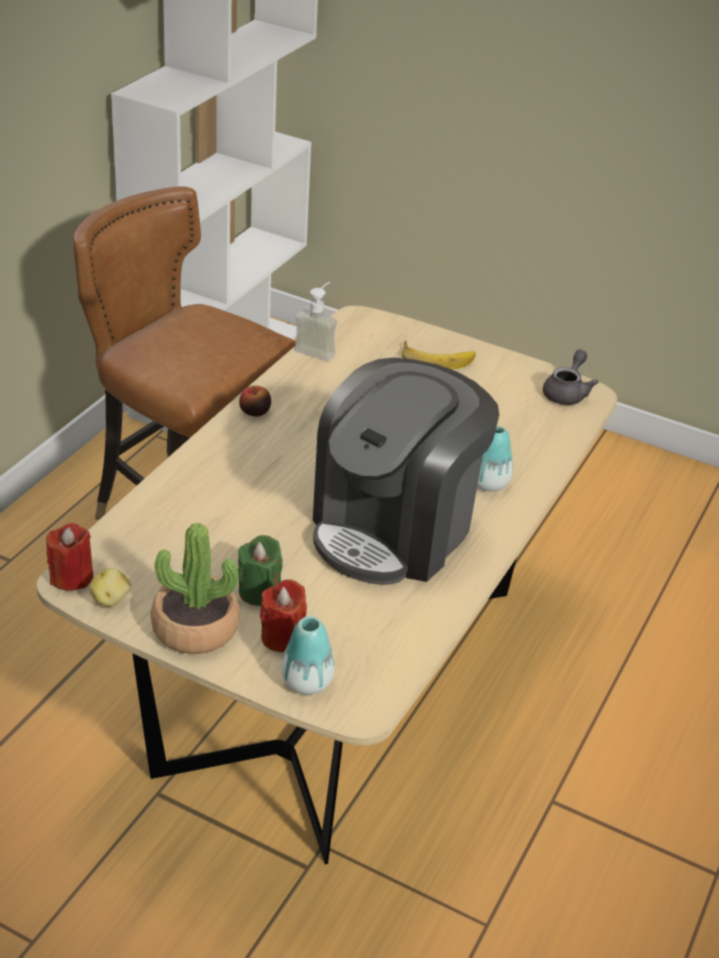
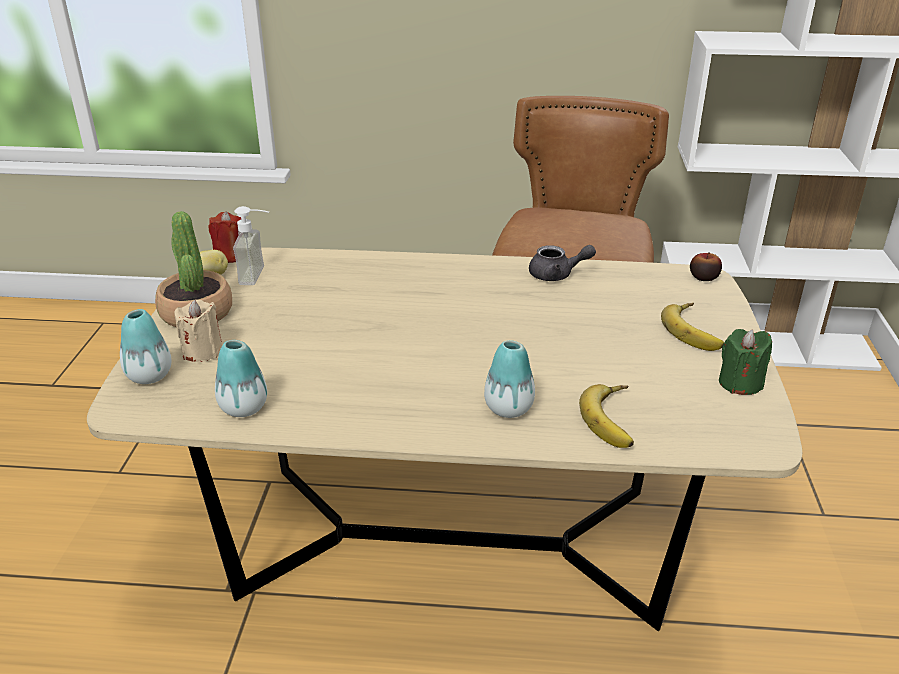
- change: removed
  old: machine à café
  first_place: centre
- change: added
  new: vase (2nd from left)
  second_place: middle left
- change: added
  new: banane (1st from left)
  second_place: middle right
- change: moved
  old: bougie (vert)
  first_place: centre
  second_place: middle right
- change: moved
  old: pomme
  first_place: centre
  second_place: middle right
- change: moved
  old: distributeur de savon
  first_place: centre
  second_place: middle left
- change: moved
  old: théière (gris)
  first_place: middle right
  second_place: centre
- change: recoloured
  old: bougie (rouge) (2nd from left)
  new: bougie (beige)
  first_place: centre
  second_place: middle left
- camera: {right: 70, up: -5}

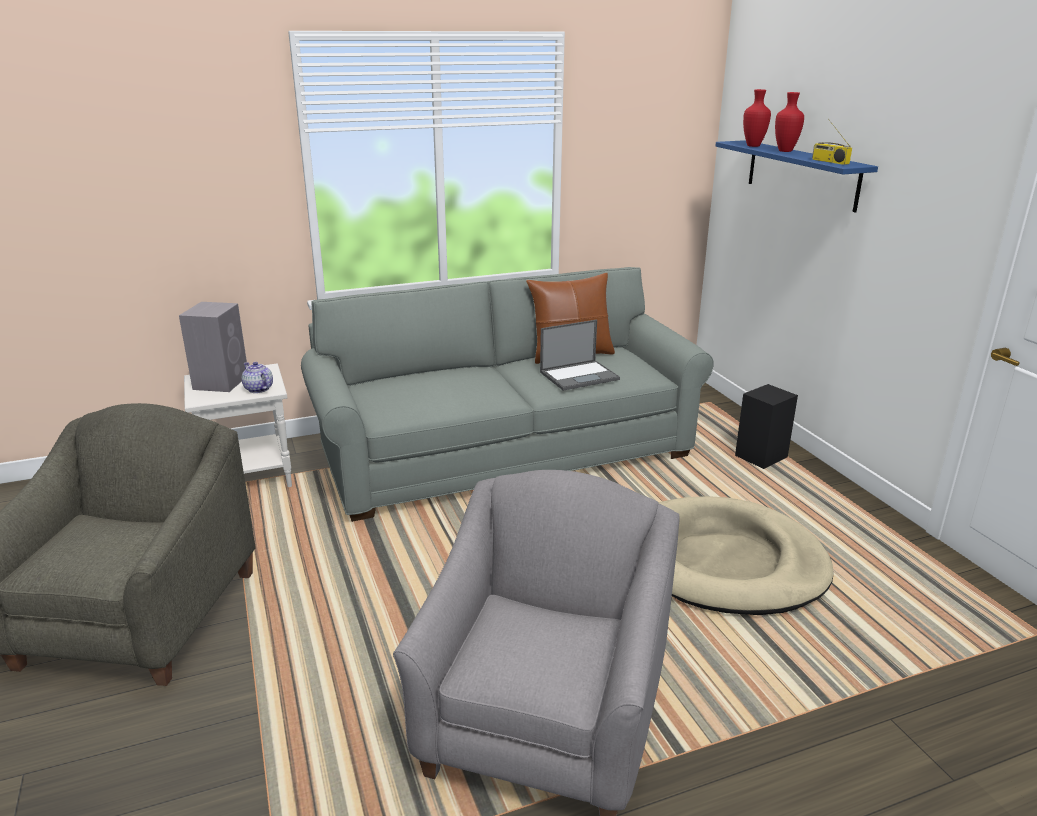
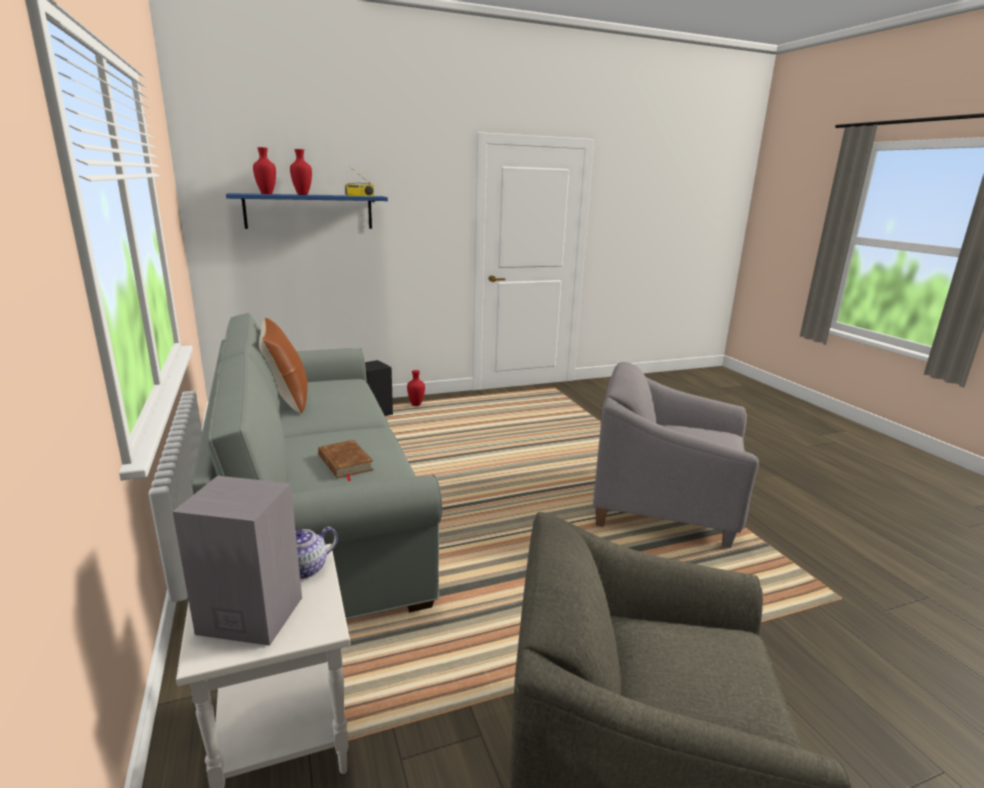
- change: removed
  old: ordinateur portable
  first_place: centre
- change: removed
  old: panier pour chien (beige)
  first_place: bottom right
- change: added
  new: livre (marron)
  second_place: centre
- change: added
  new: vase (rouge) (3rd from left)
  second_place: centre
- camera: {right: -90, up: -5}

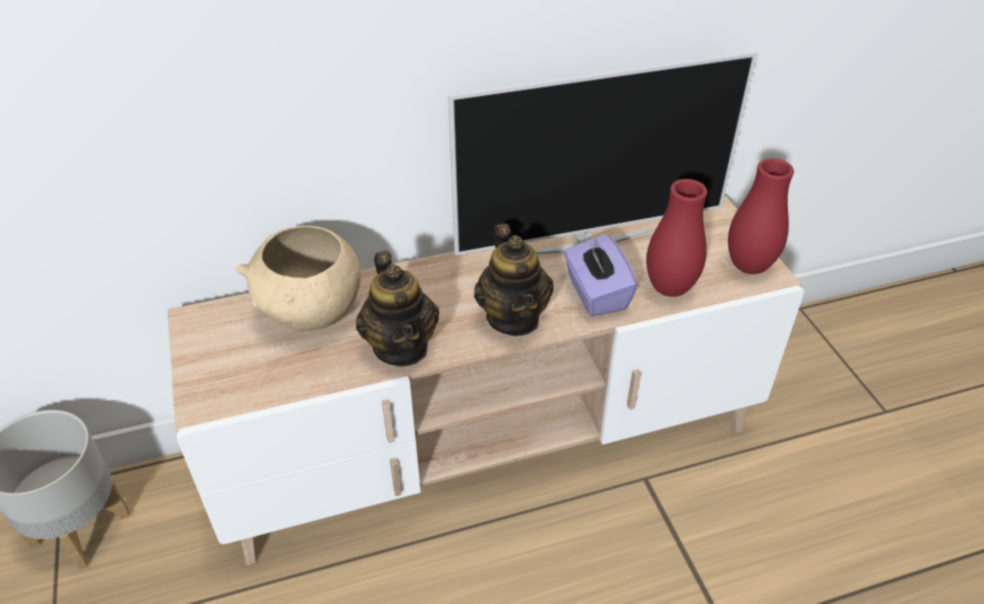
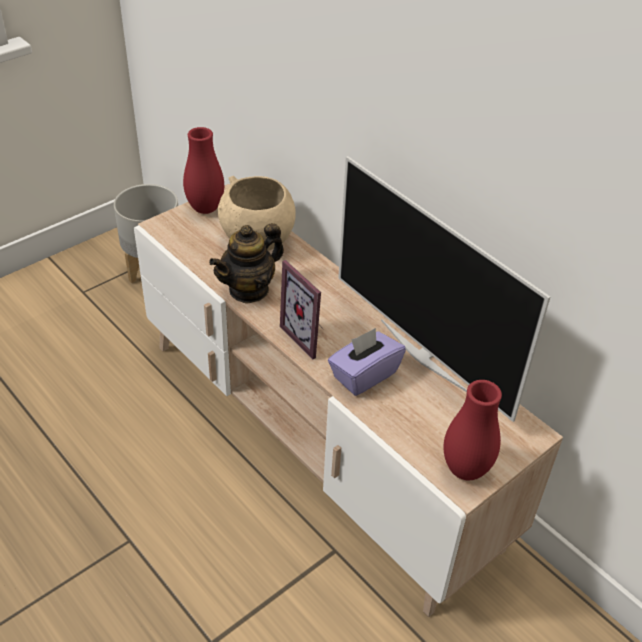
- change: moved
  old: vase (rouge) (1st from left)
  first_place: middle right
  second_place: top left
- change: replaced
  old: théière (2nd from left)
  new: cadre photo
  first_place: centre
  second_place: centre
- camera: {right: 65, up: 0}

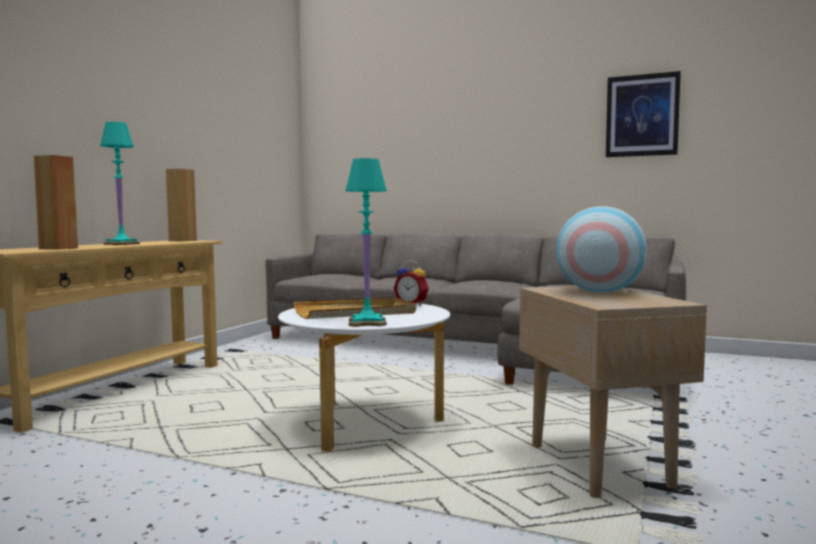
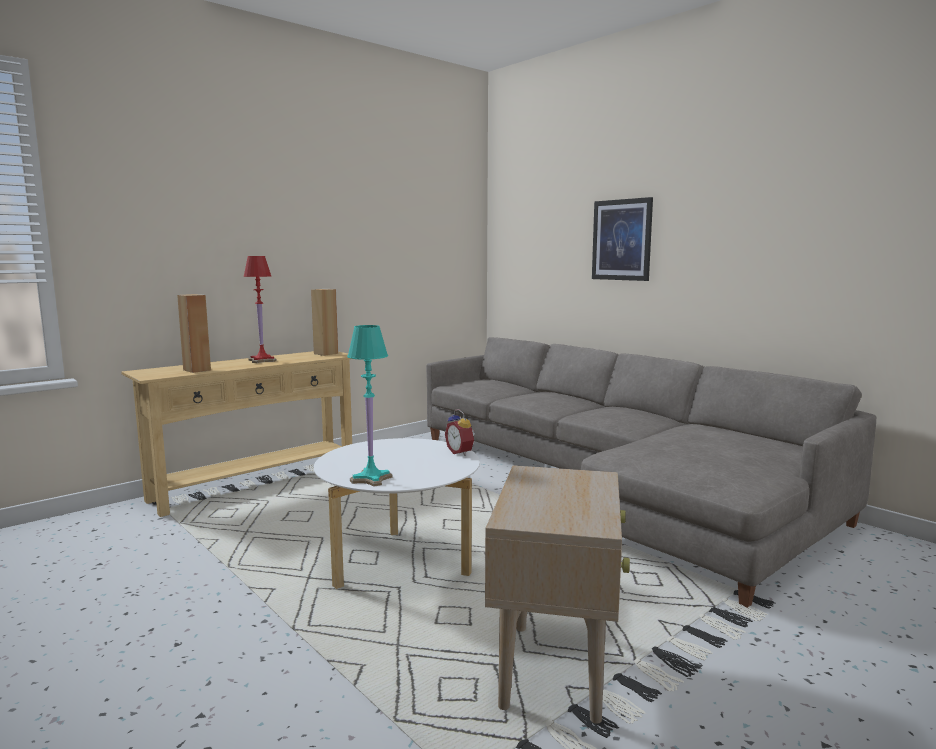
- change: removed
  old: plateau (beige)
  first_place: centre
- change: removed
  old: vase
  first_place: middle right
- change: moved
  old: tableau
  first_place: top right
  second_place: top centre
- change: recoloured
  old: lampe de table (turquoise) (1st from left)
  new: lampe de table (rouge)
  first_place: middle left
  second_place: middle left
- camera: {right: 25, up: 5}

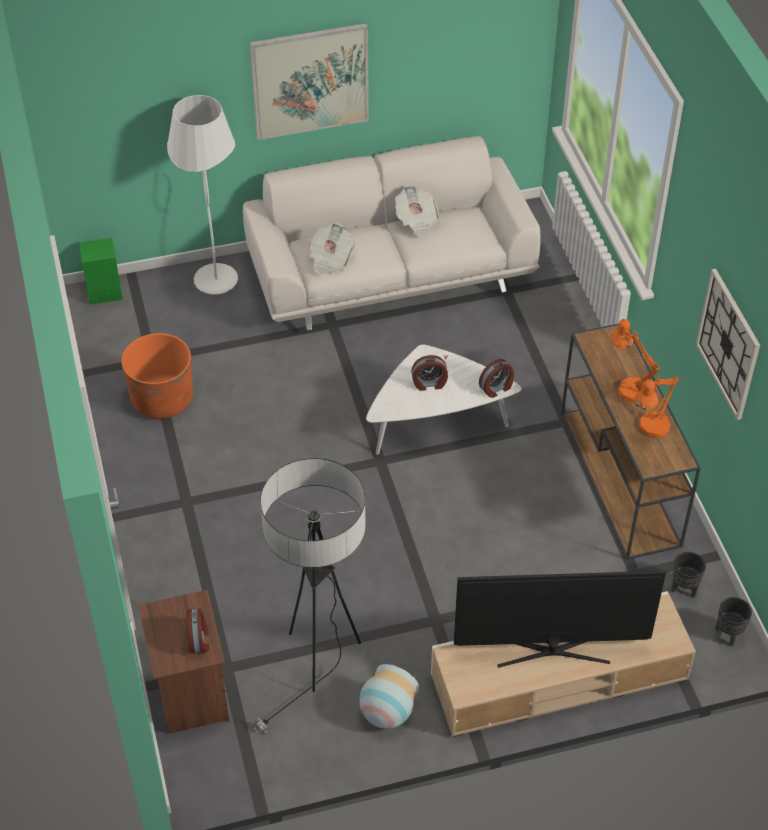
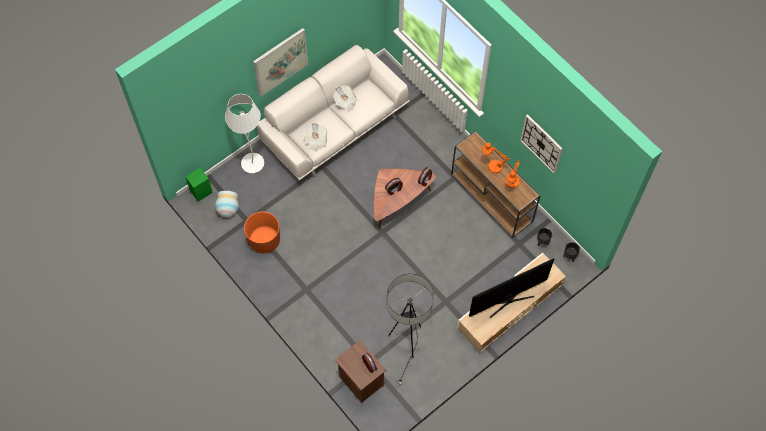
- change: moved
  old: vase
  first_place: bottom centre
  second_place: middle left
- change: recoloured
  old: table basse (blanc)
  new: table basse (marron)
  first_place: centre
  second_place: centre
- camera: {right: -25, up: 15}

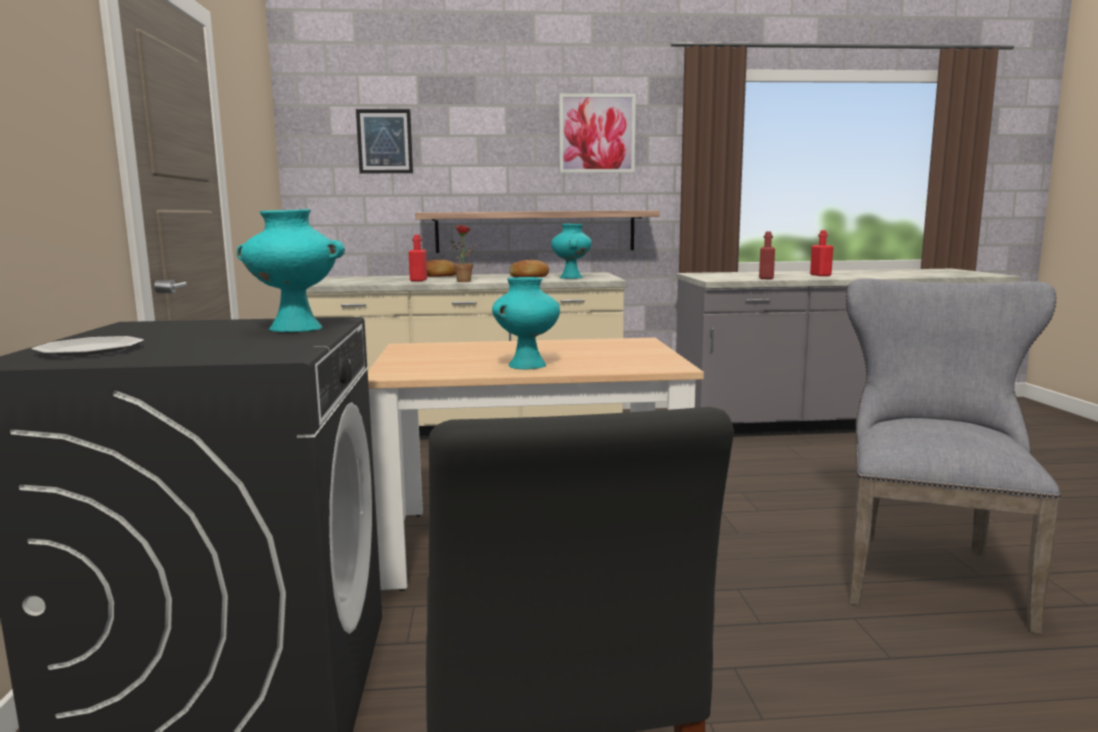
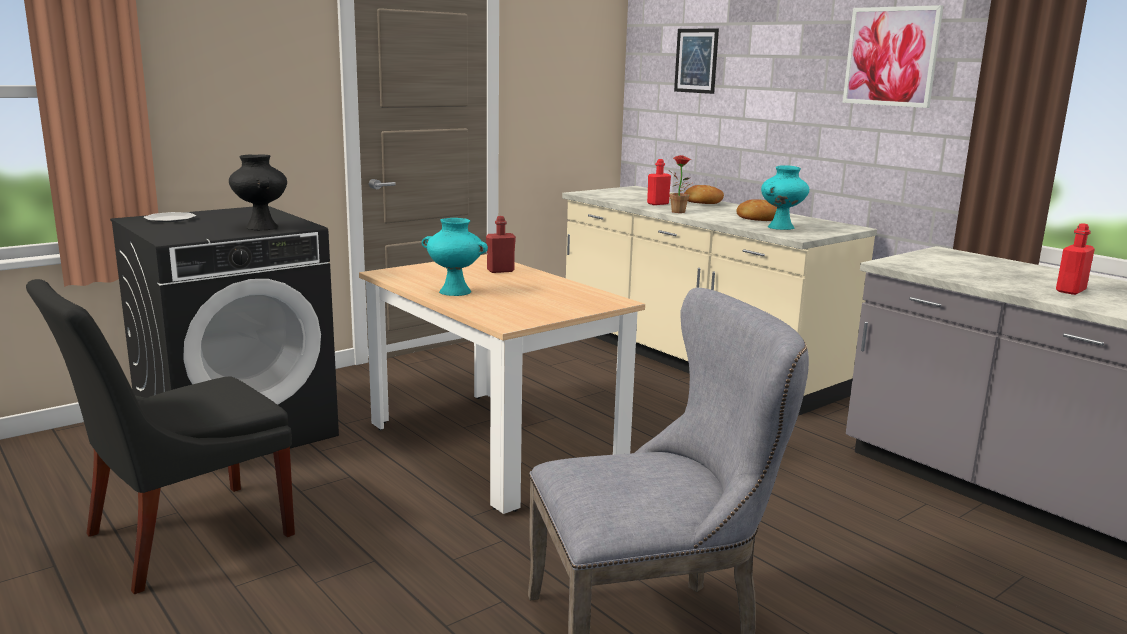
- change: removed
  old: étagère
  first_place: top centre
- change: moved
  old: bouteille (rouge) (2nd from left in the first image)
  new: bouteille (rouge) (1st from left)
  first_place: middle right
  second_place: centre
- change: recoloured
  old: vase (turquoise) (1st from left)
  new: vase (noir)
  first_place: middle left
  second_place: top left
- camera: {right: 55, up: 5}

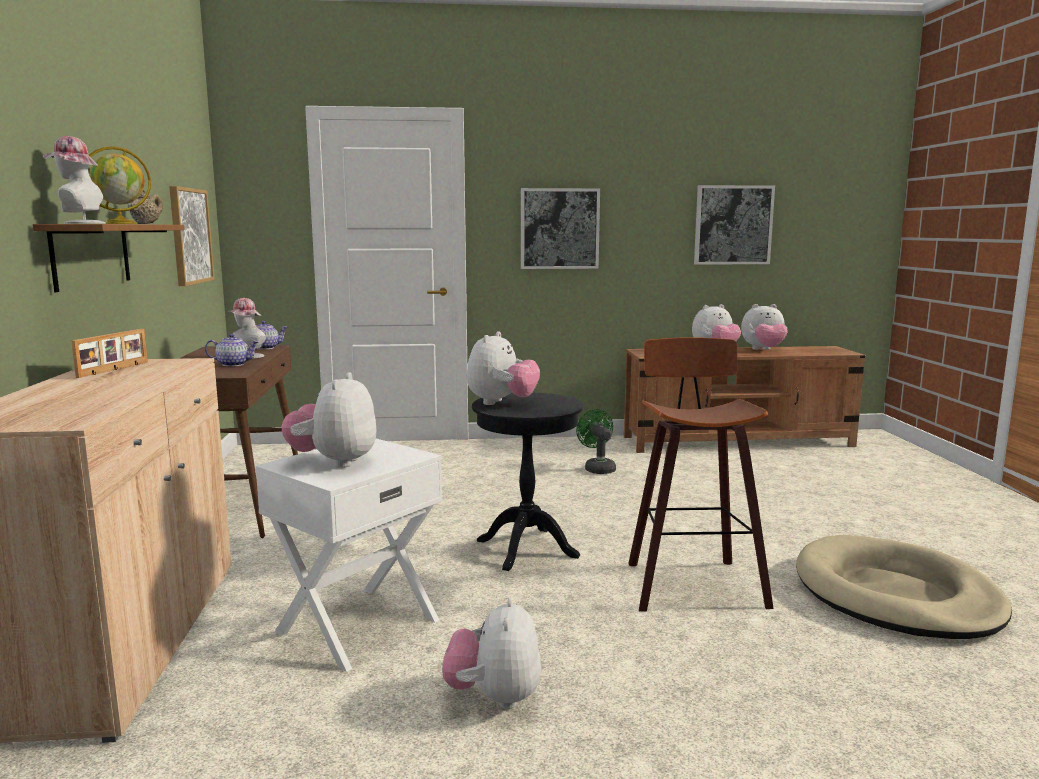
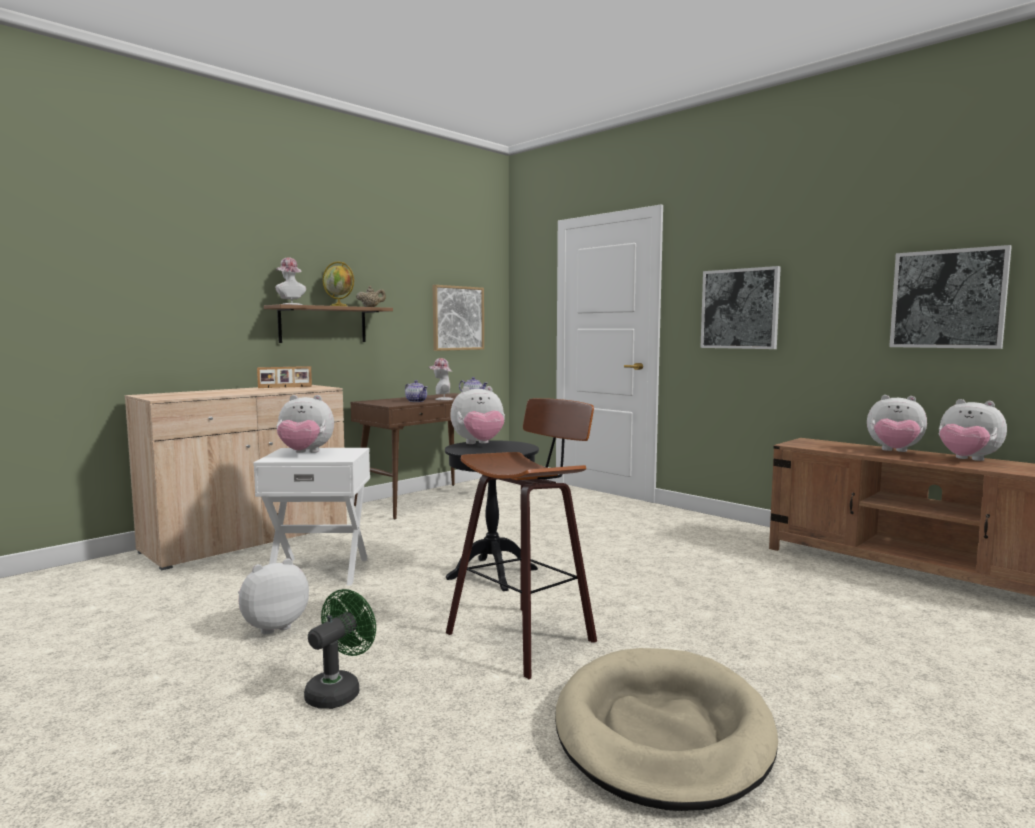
- change: moved
  old: ventilateur (vert)
  first_place: centre
  second_place: bottom left
- change: turned
  old: peluche (1st from left in the first image)
  first_place: middle left
  second_place: middle left
  degrees: -150
- camera: {right: 50, up: -5}

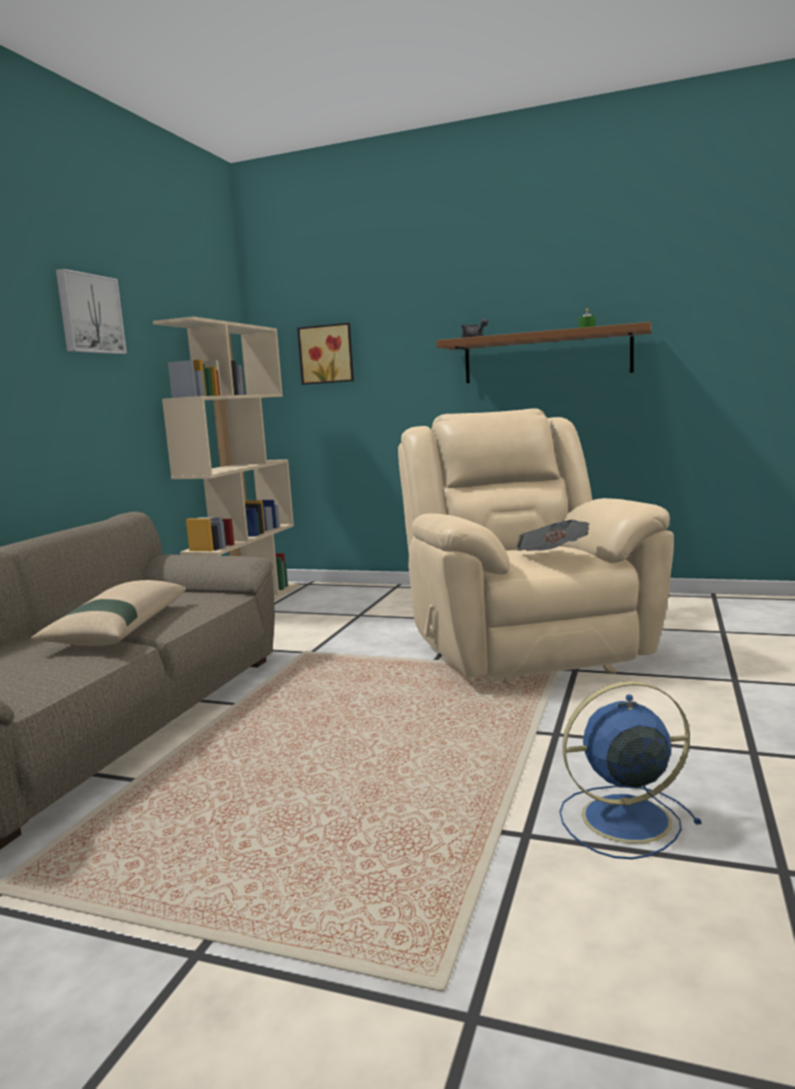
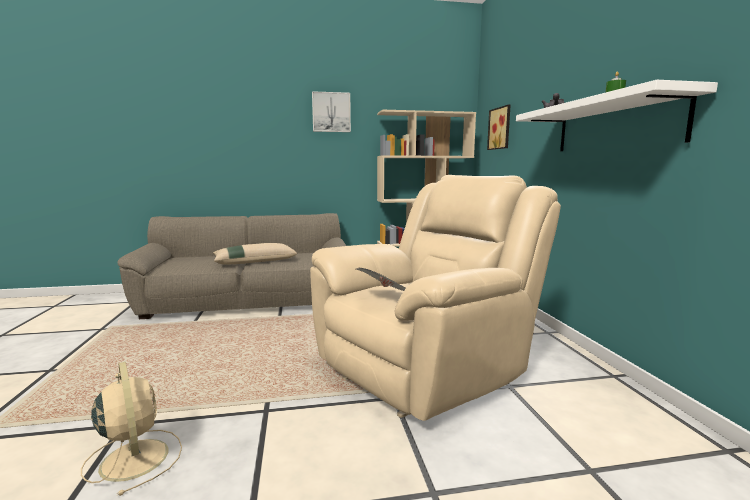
- change: recoloured
  old: étagère (marron)
  new: étagère (blanc)
  first_place: top right
  second_place: top right
- change: recoloured
  old: ventilateur (bleu)
  new: ventilateur (beige)
  first_place: bottom right
  second_place: bottom left
- camera: {right: 60, up: 0}

